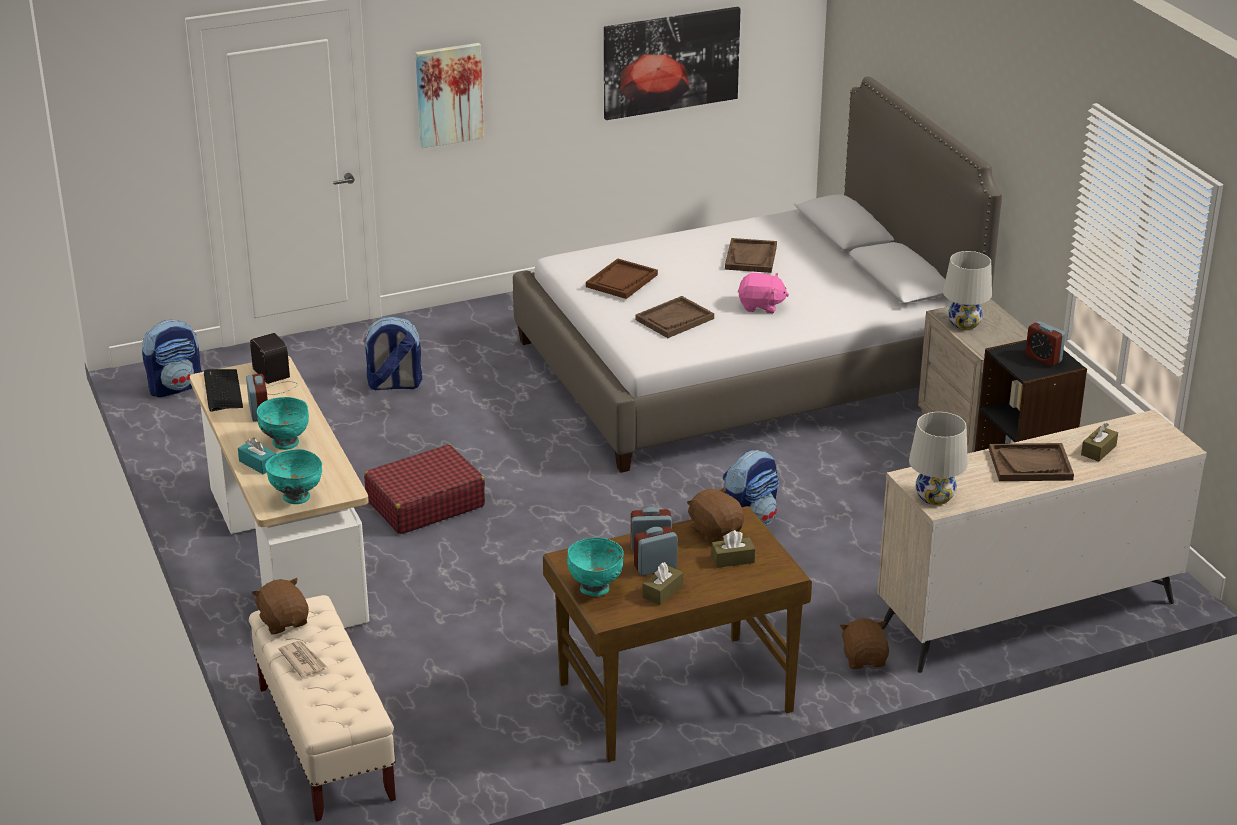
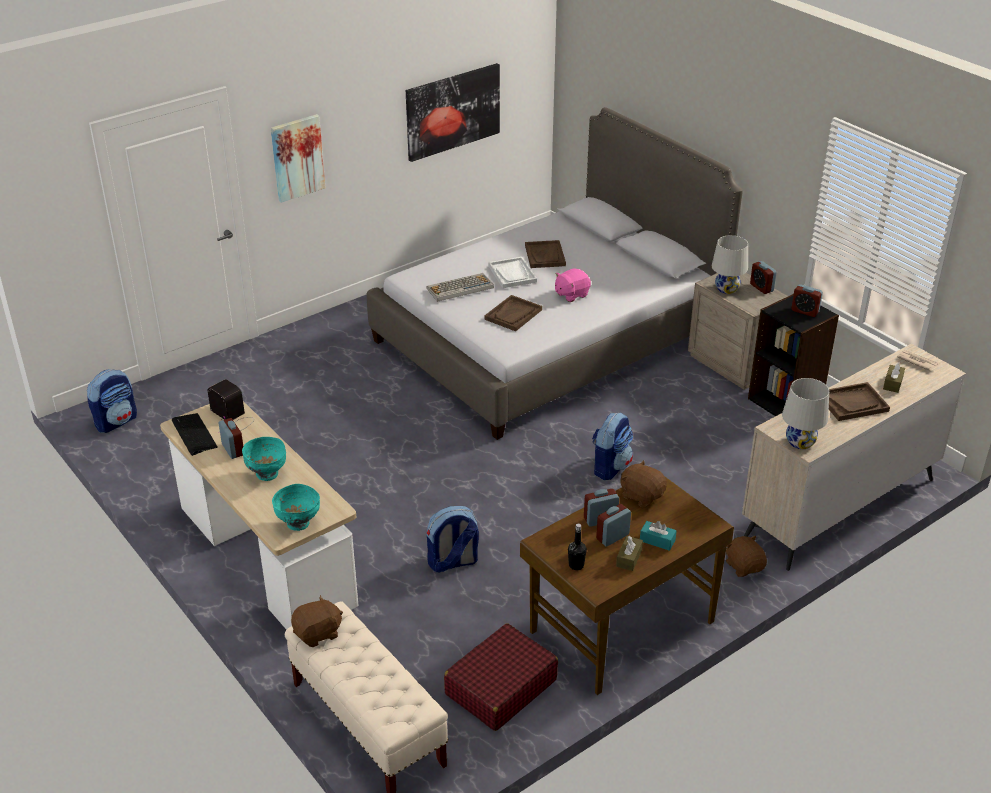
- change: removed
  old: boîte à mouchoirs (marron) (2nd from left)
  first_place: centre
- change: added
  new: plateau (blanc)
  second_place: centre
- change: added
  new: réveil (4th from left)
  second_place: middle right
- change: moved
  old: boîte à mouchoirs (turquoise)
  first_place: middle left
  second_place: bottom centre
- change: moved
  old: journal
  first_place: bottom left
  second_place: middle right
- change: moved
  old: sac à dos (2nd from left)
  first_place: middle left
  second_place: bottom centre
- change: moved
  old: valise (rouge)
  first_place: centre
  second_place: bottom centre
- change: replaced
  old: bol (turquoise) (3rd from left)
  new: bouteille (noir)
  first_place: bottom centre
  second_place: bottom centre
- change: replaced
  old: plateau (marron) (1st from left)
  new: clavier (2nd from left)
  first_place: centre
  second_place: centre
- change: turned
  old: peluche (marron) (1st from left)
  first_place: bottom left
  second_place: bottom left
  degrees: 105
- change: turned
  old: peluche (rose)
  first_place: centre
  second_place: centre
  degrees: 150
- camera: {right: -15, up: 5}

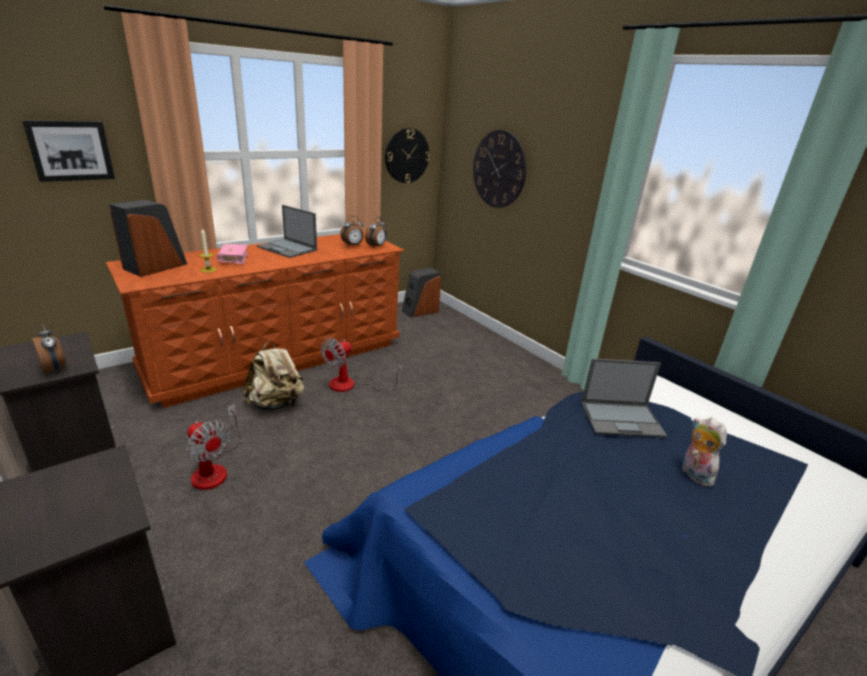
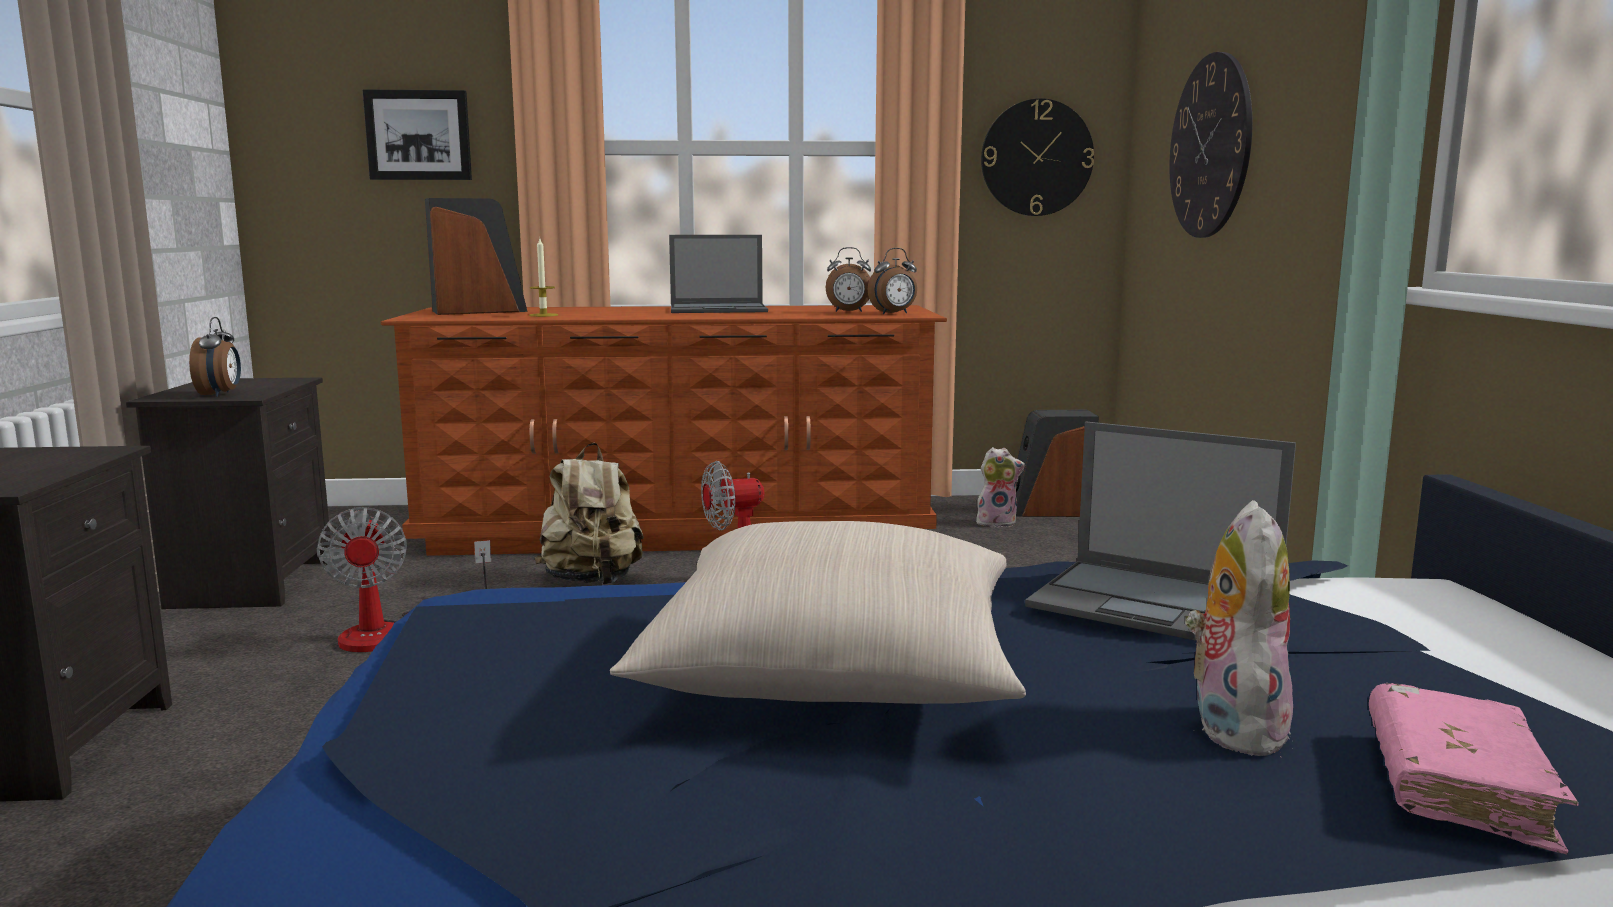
- change: added
  new: coussin (beige)
  second_place: bottom centre
- change: added
  new: peluche (1st from left)
  second_place: centre
- change: moved
  old: livre (rose)
  first_place: middle left
  second_place: bottom right
- change: turned
  old: ordinateur portable (1st from left)
  first_place: middle left
  second_place: top centre
  degrees: -75
- camera: {right: 35, up: -15}

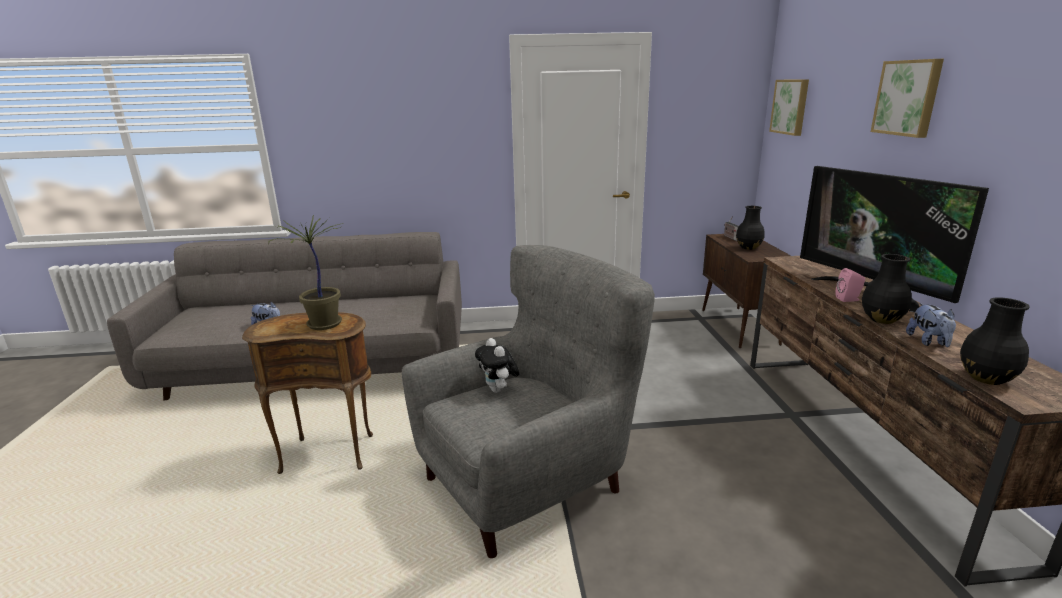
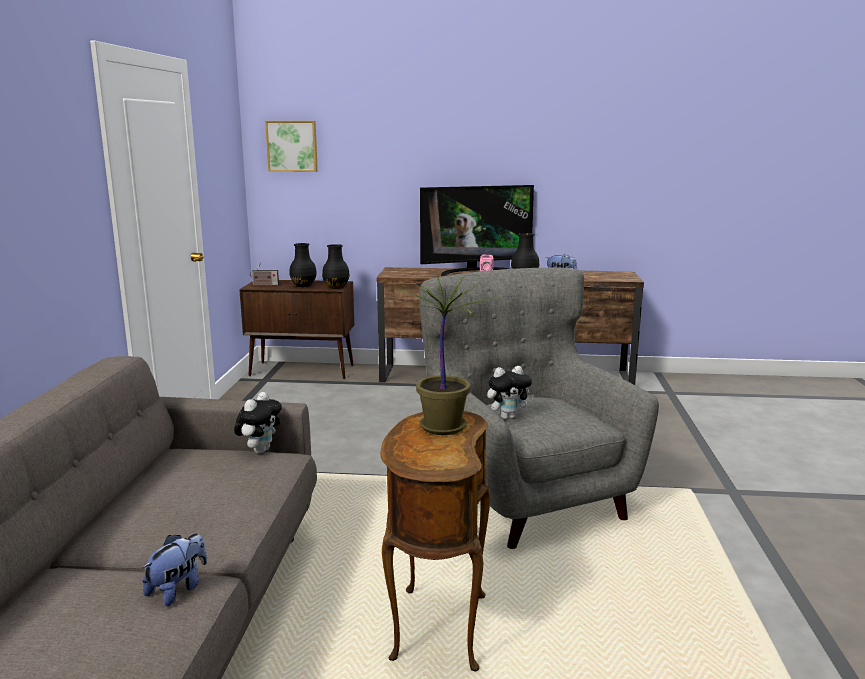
- change: removed
  old: tableau (2nd from left)
  first_place: top right
- change: added
  new: peluche (2nd from left)
  second_place: middle left
- change: moved
  old: vase (noir) (3rd from left in the first image)
  new: vase (noir) (2nd from left)
  first_place: middle right
  second_place: centre
- camera: {right: -80, up: -5}

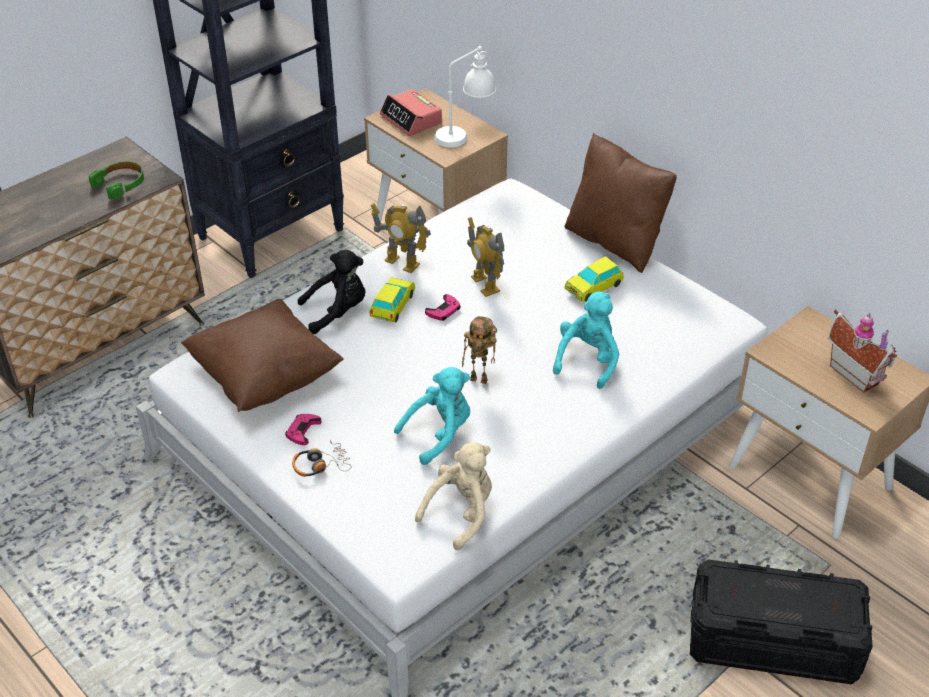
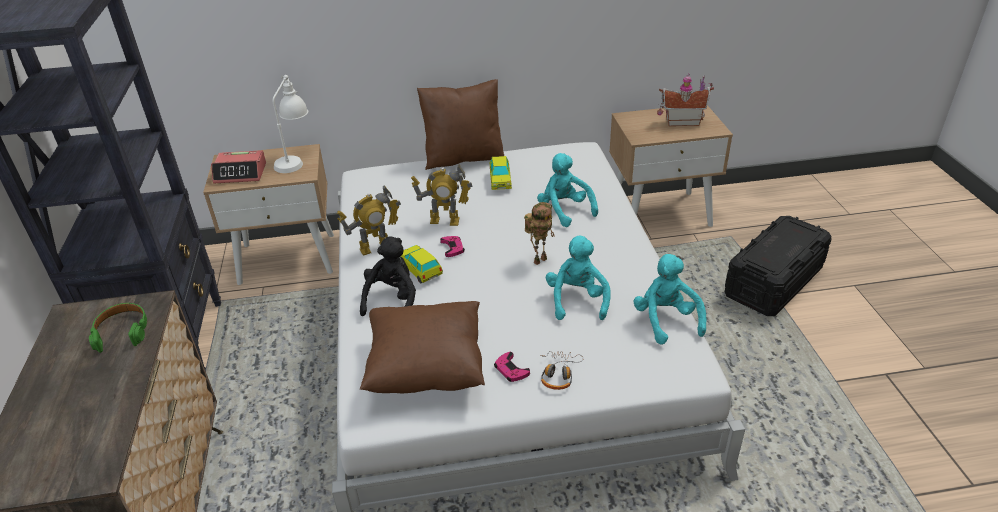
- change: recoloured
  old: peluche (beige)
  new: peluche (turquoise) (3rd from left)
  first_place: bottom centre
  second_place: middle right
- camera: {right: -55, up: -5}

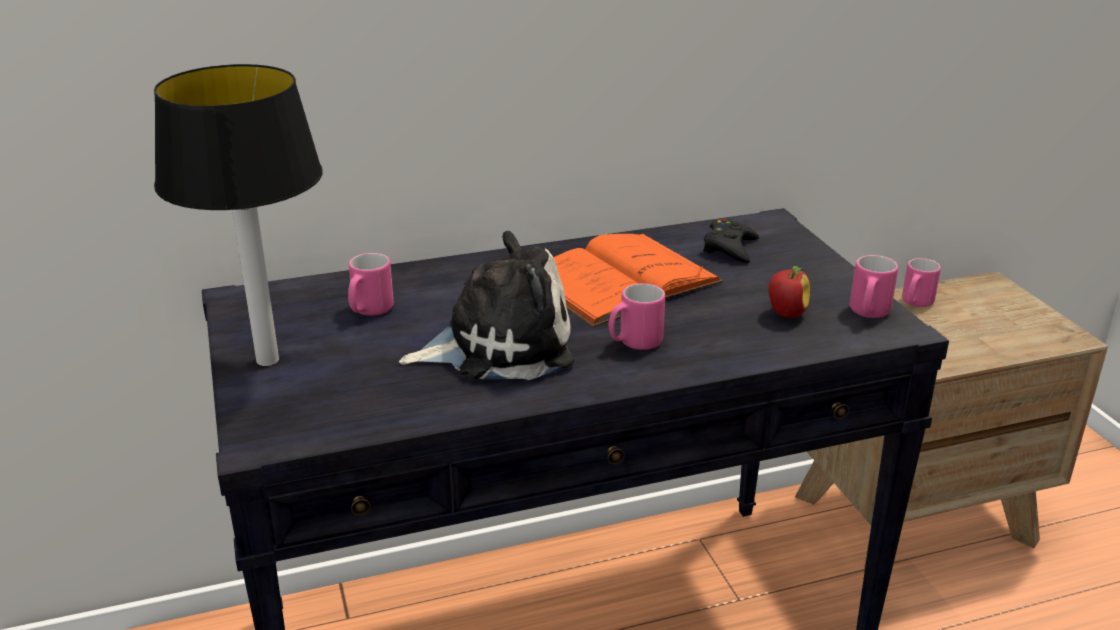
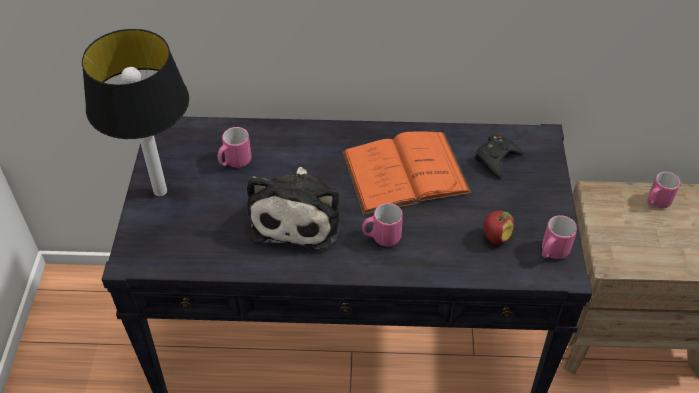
- change: turned
  old: peluche
  first_place: centre
  second_place: centre
  degrees: 90
- camera: {right: 20, up: 20}

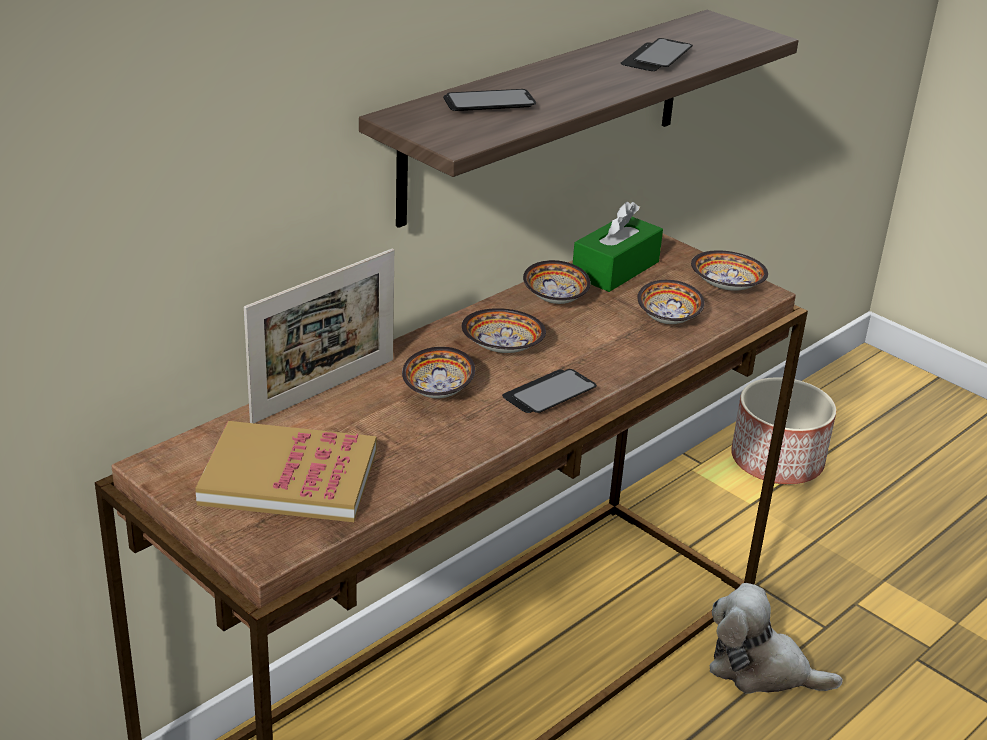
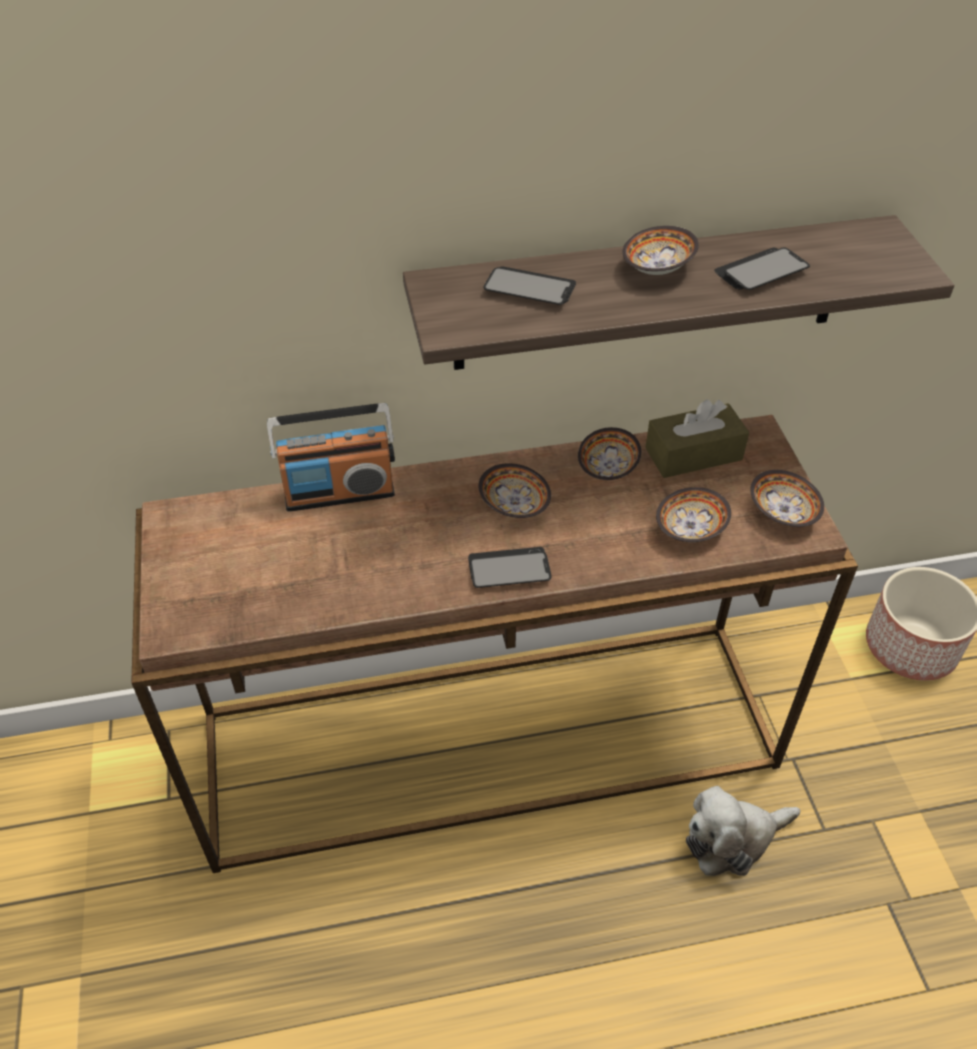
- change: removed
  old: livre
  first_place: middle left
- change: moved
  old: bol (1st from left in the first image)
  new: bol (3rd from left)
  first_place: centre
  second_place: top right
- change: replaced
  old: cadre photo
  new: radio
  first_place: middle left
  second_place: centre
- change: recoloured
  old: boîte à mouchoirs (vert)
  new: boîte à mouchoirs (marron)
  first_place: centre
  second_place: middle right
- change: turned
  old: peluche
  first_place: bottom right
  second_place: bottom right
  degrees: -75
- camera: {right: 35, up: 15}

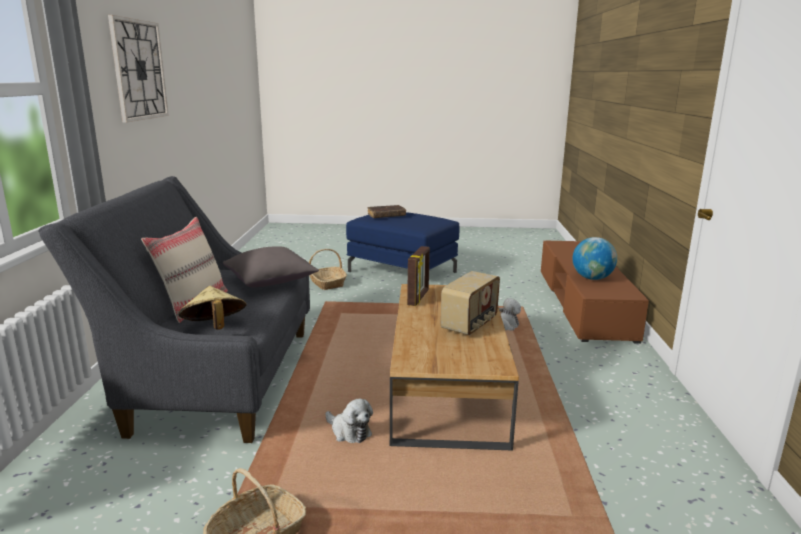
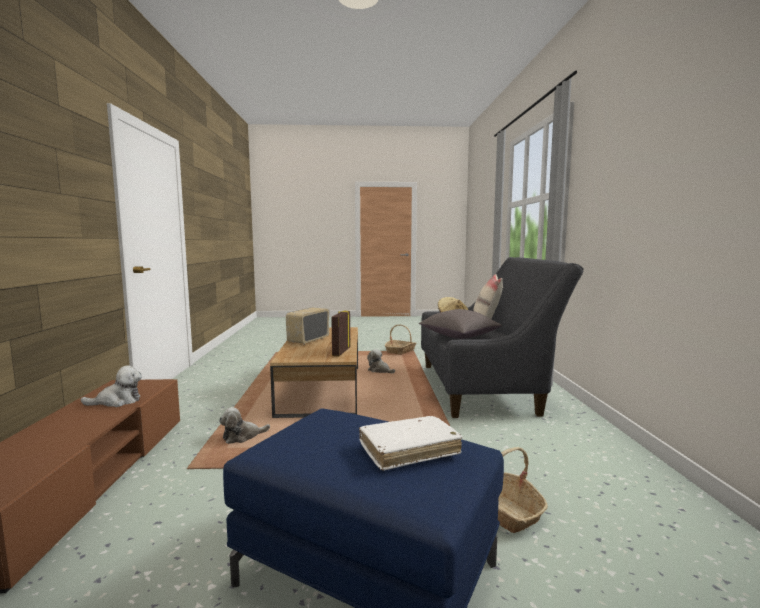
- change: removed
  old: horloge murale
  first_place: top left
- change: replaced
  old: globe
  new: peluche (1st from left)
  first_place: middle right
  second_place: middle left
- change: recoloured
  old: livre (marron)
  new: livre (blanc)
  first_place: centre
  second_place: bottom centre
- camera: {right: 175, up: -10}

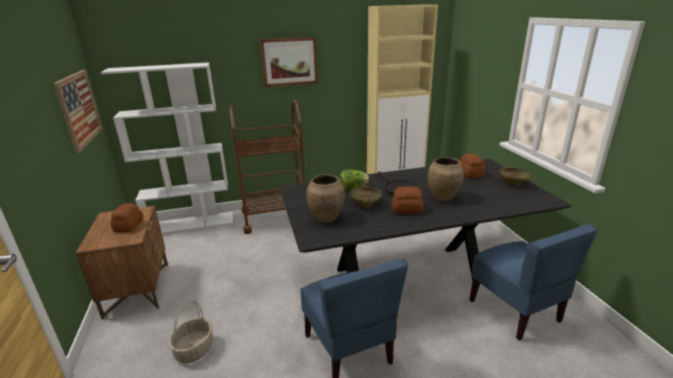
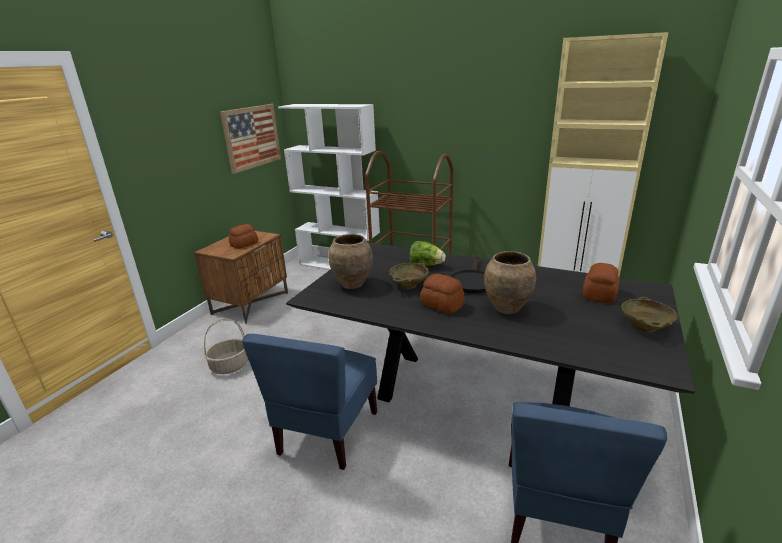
- change: removed
  old: tableau (2nd from left)
  first_place: top centre
- camera: {right: 40, up: 0}

